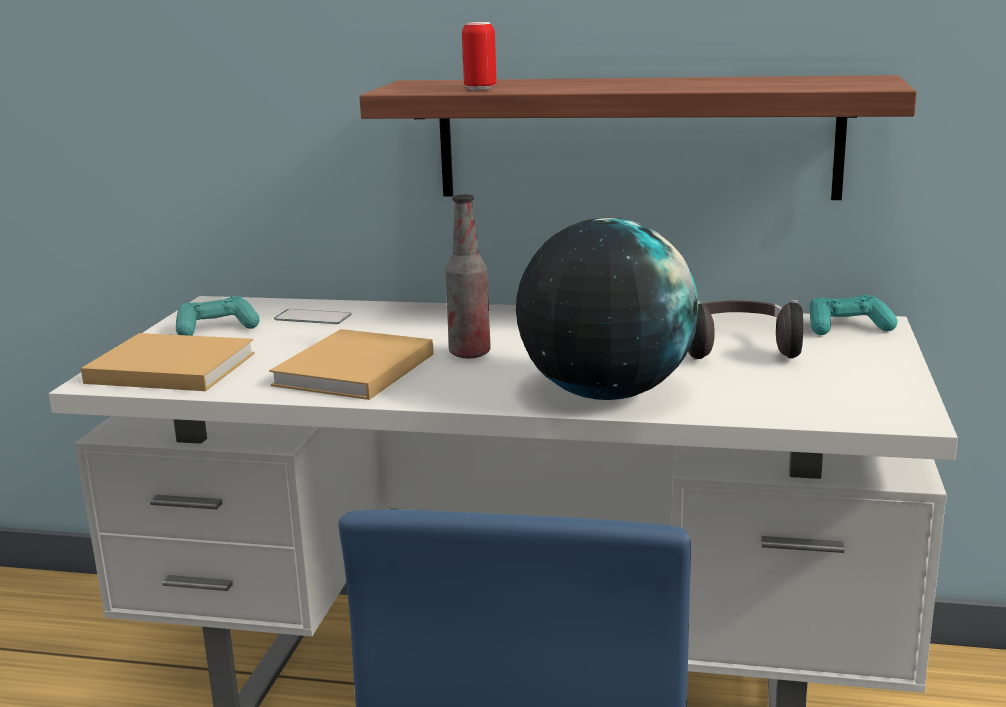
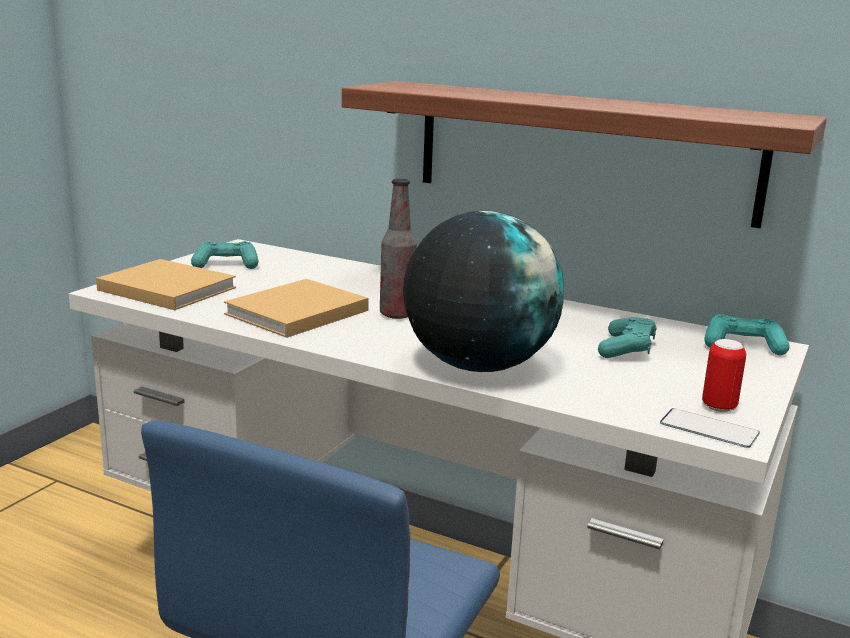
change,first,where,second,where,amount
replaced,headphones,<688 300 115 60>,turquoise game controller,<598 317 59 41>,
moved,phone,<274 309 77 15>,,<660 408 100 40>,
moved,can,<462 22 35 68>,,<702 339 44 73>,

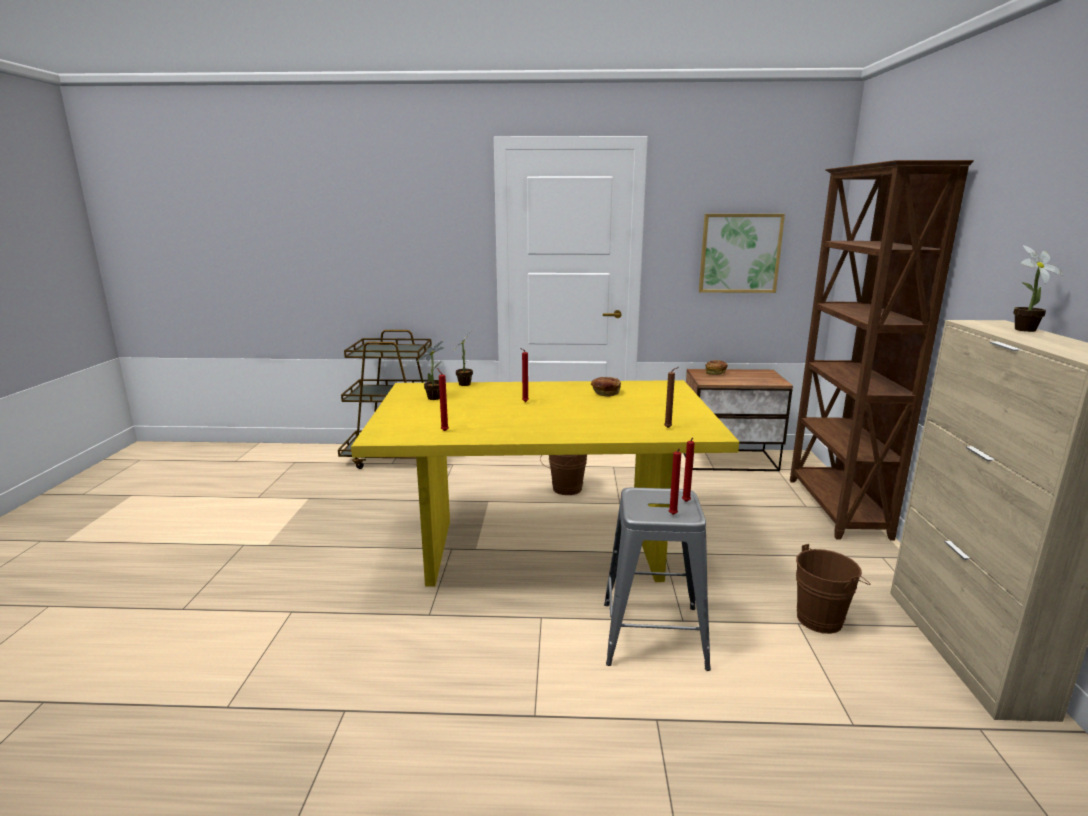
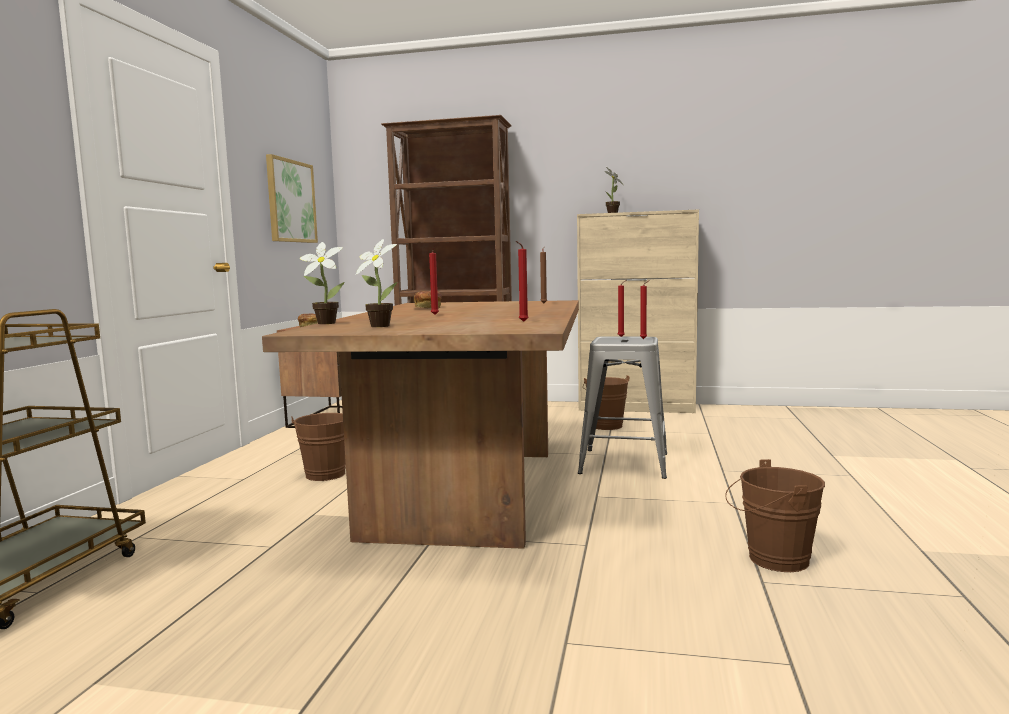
change,first,where,second,where,amount
recoloured,yellow dining table,<351 380 388 207>,brown dining table,<262 300 317 249>,
added,,,brown bucket,<725 459 100 113>,

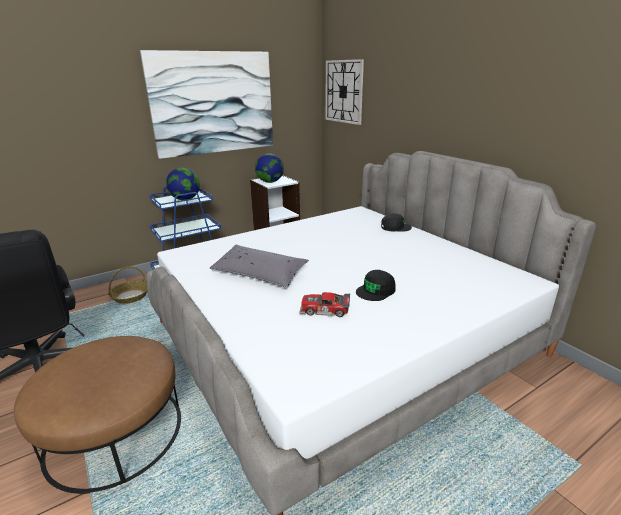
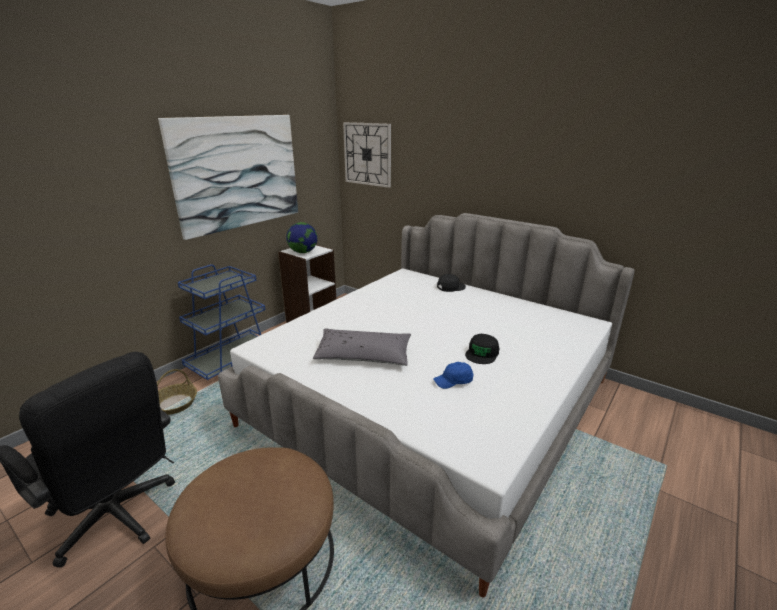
change,first,where,second,where,amount
replaced,toy car,<299 292 51 25>,blue cap,<433 362 40 27>,
removed,globe,<166 168 34 32>,,,

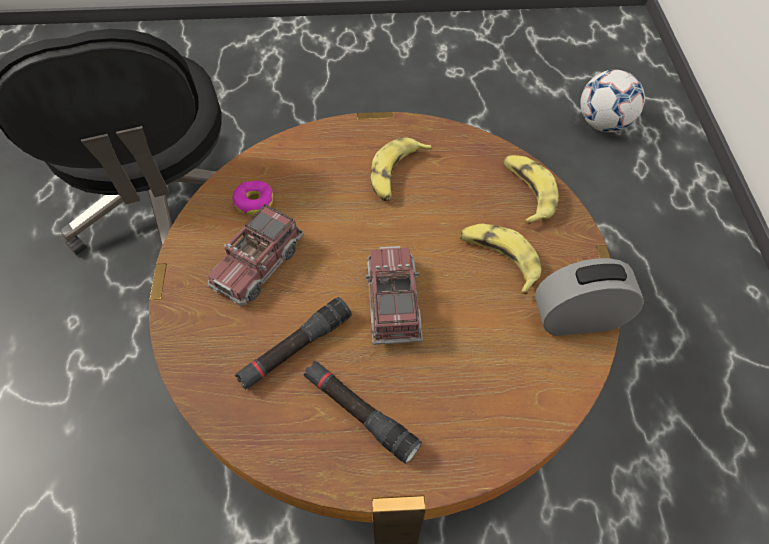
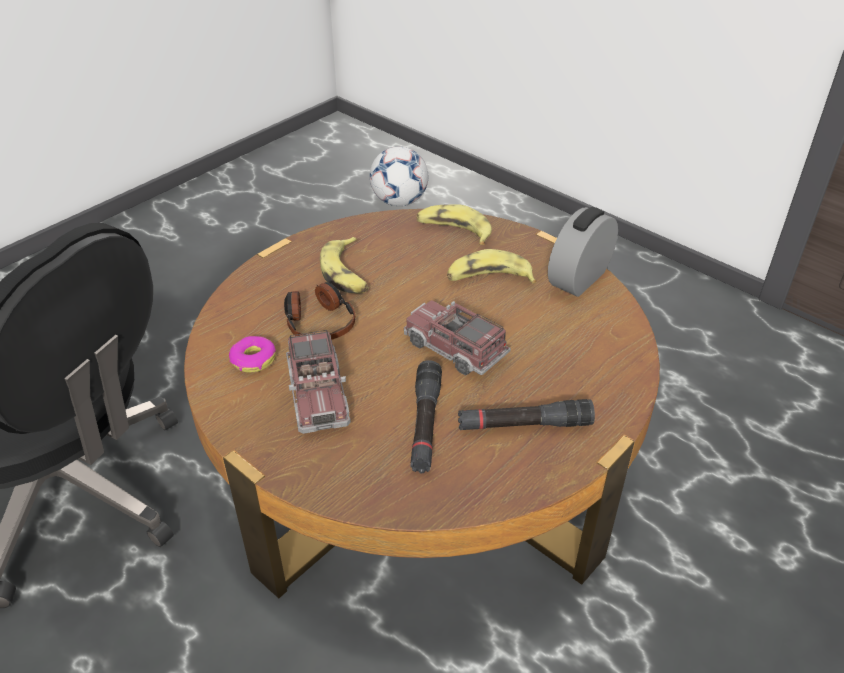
change,first,where,second,where,amount
added,,,headphones,<284 282 72 58>,

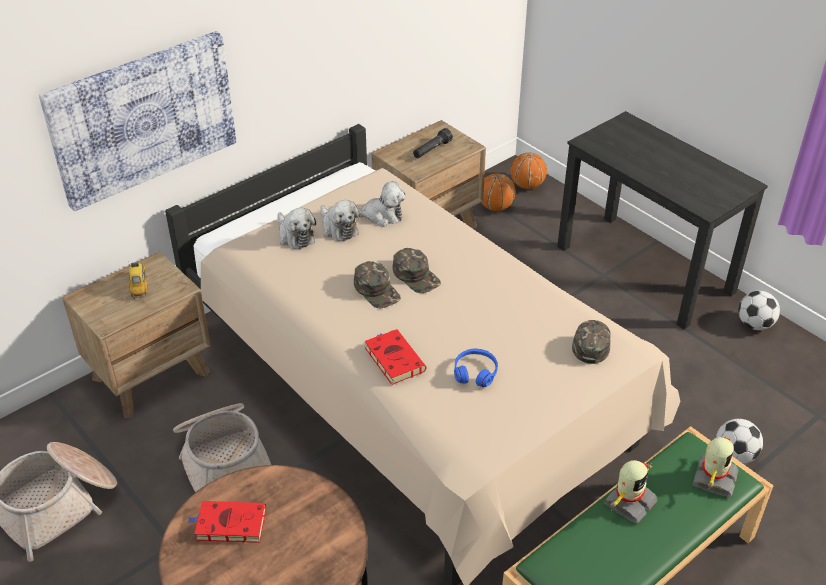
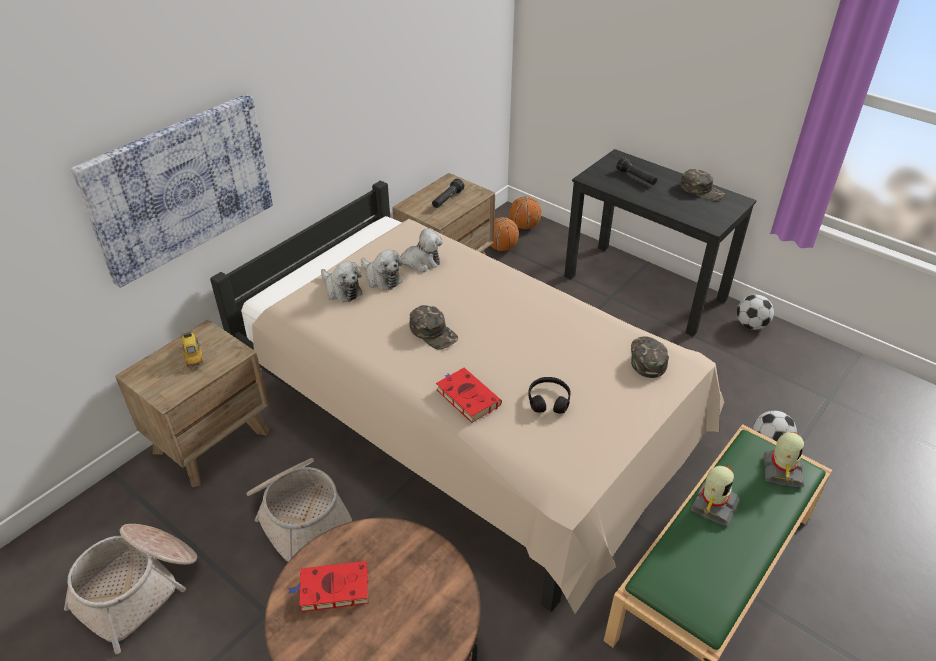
change,first,where,second,where,amount
recoloured,blue headphones,<454 349 44 38>,black headphones,<528 377 43 37>,
added,,,black flashlight,<616 157 41 28>,
moved,green cap,<393 248 48 45>,,<680 169 45 32>,

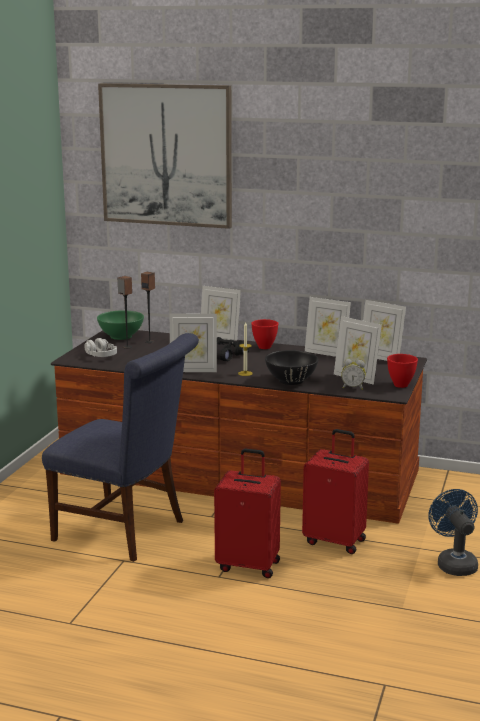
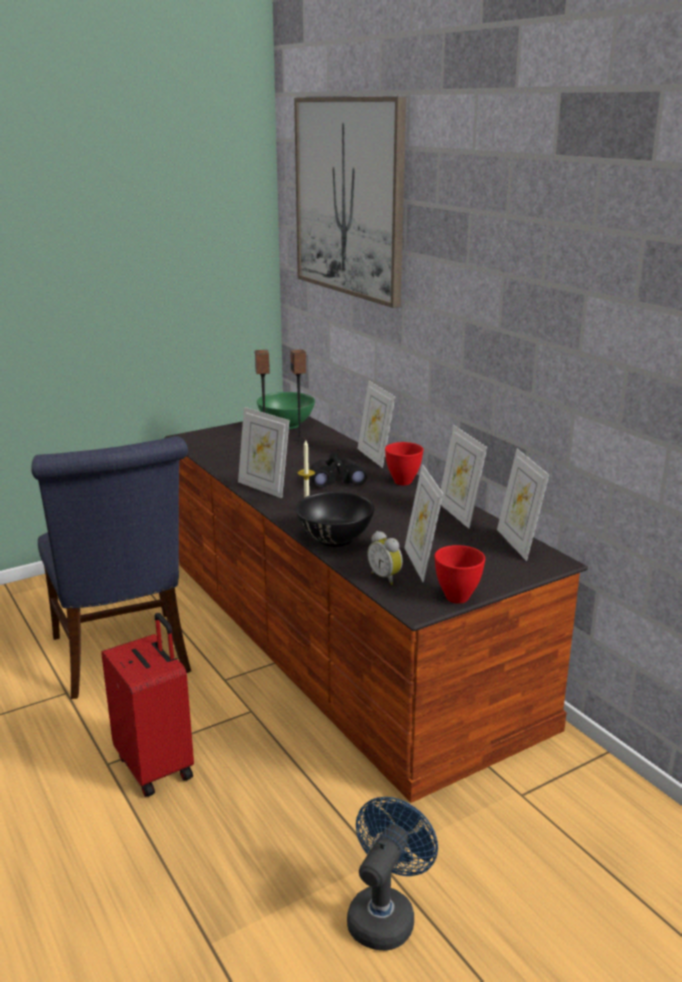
change,first,where,second,where,amount
removed,grey headphones,<84 338 33 19>,,,
removed,red suitcase,<302 429 67 125>,,,

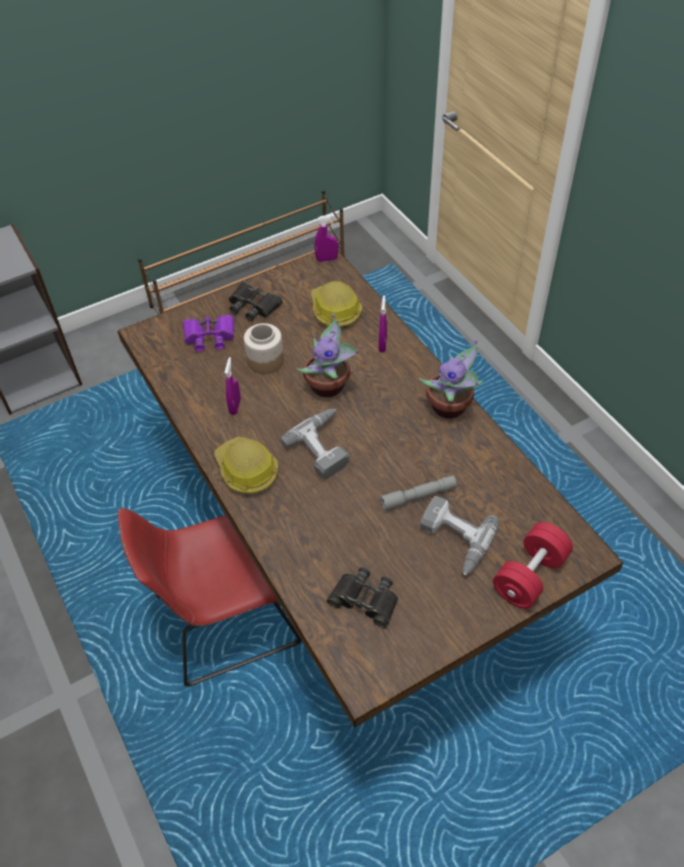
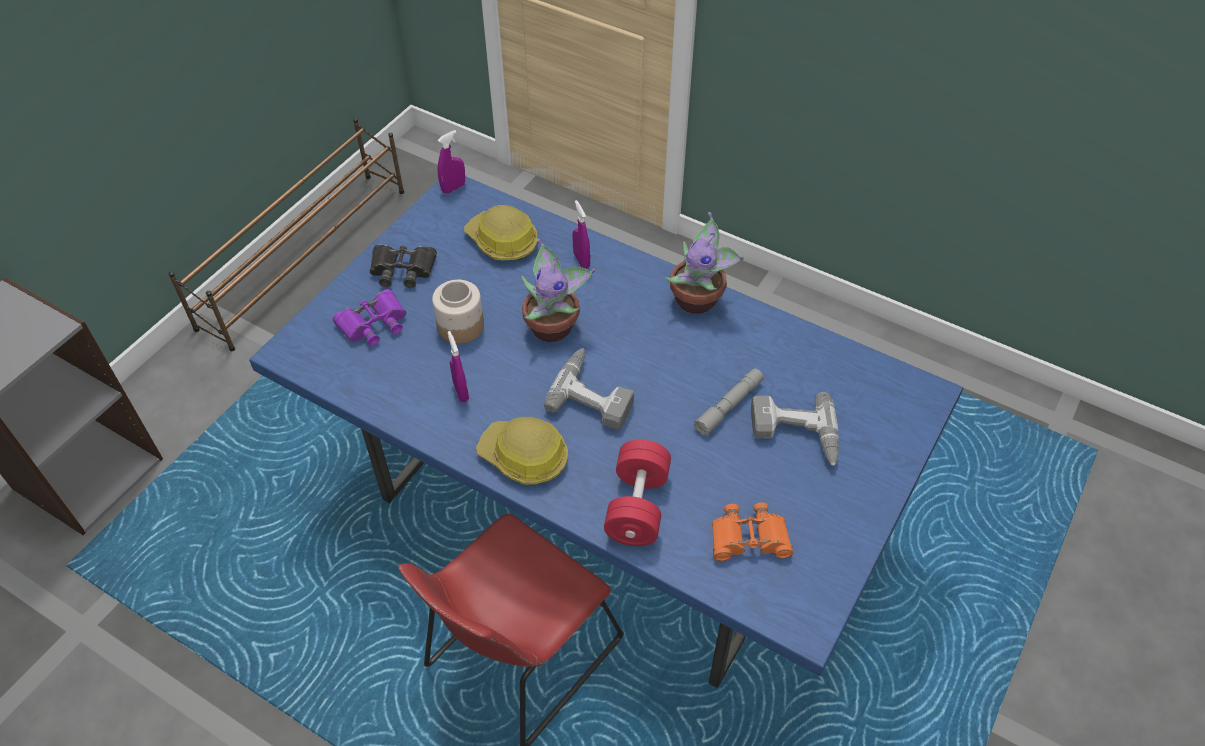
change,first,where,second,where,amount
recoloured,brown dining table,<118 250 505 477>,blue dining table,<249 176 714 512>,
moved,red dumbbell,<493 522 80 87>,,<604 439 67 107>,
recoloured,black binoculars,<327 567 71 61>,orange binoculars,<712 503 81 58>,

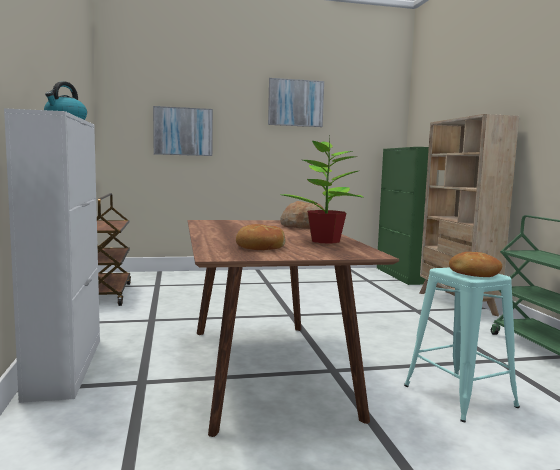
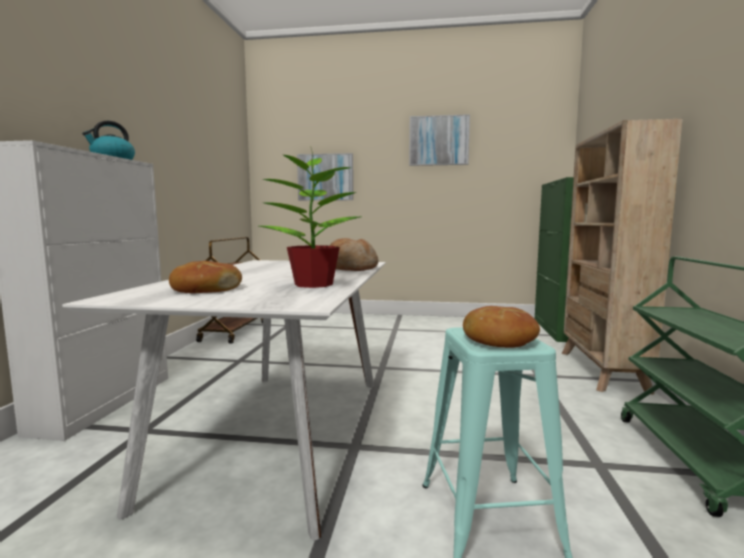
change,first,where,second,where,amount
recoloured,brown dining table,<187 220 212 217>,white dining table,<62 260 324 280>,

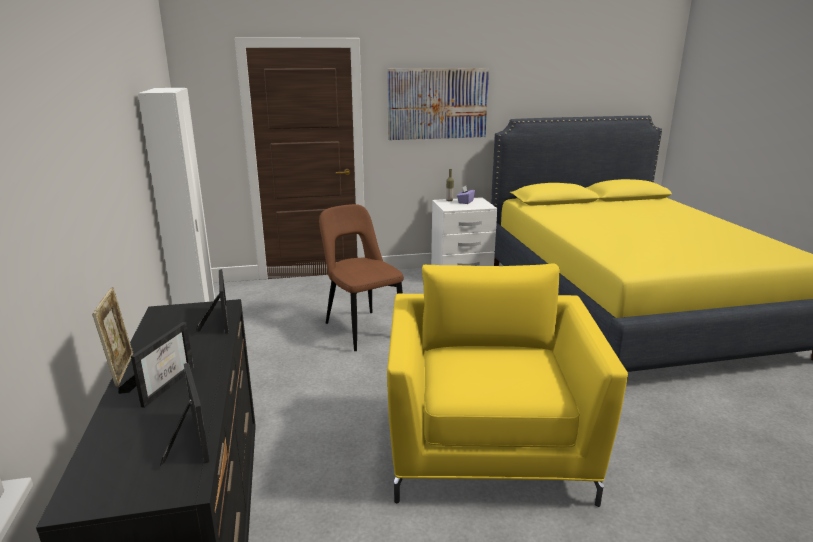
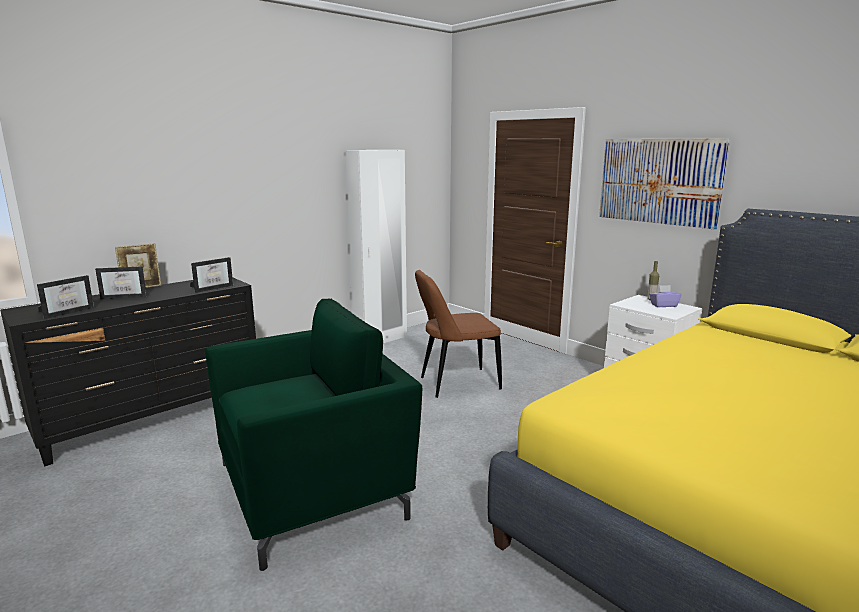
change,first,where,second,where,amount
recoloured,yellow armchair,<387 264 241 243>,green armchair,<205 299 217 272>,
turned,brown chair,<319 204 84 147>,,<415 270 87 128>,135 degrees counterclockwise

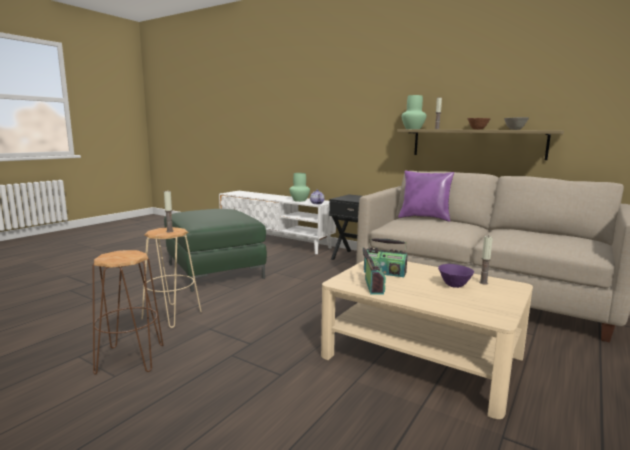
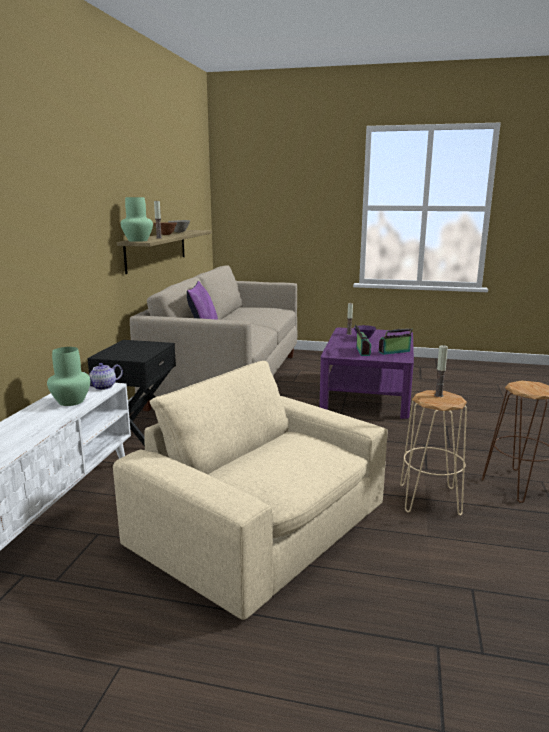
change,first,where,second,where,amount
replaced,green ottoman,<164 209 103 83>,beige armchair,<113 361 274 259>,
recoloured,beige coffee table,<321 261 212 158>,purple coffee table,<319 328 95 91>,

